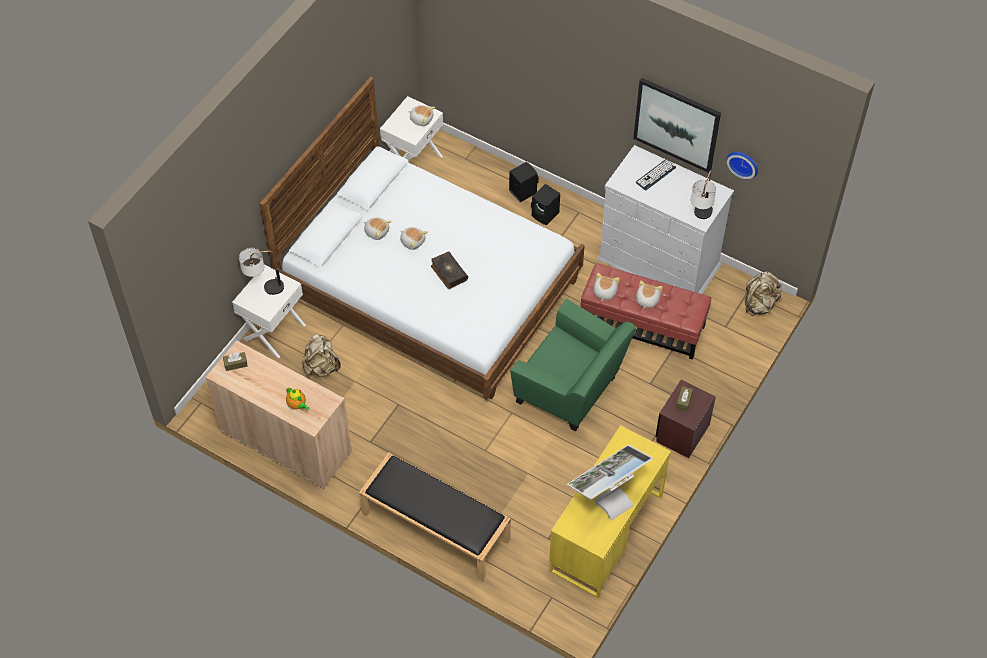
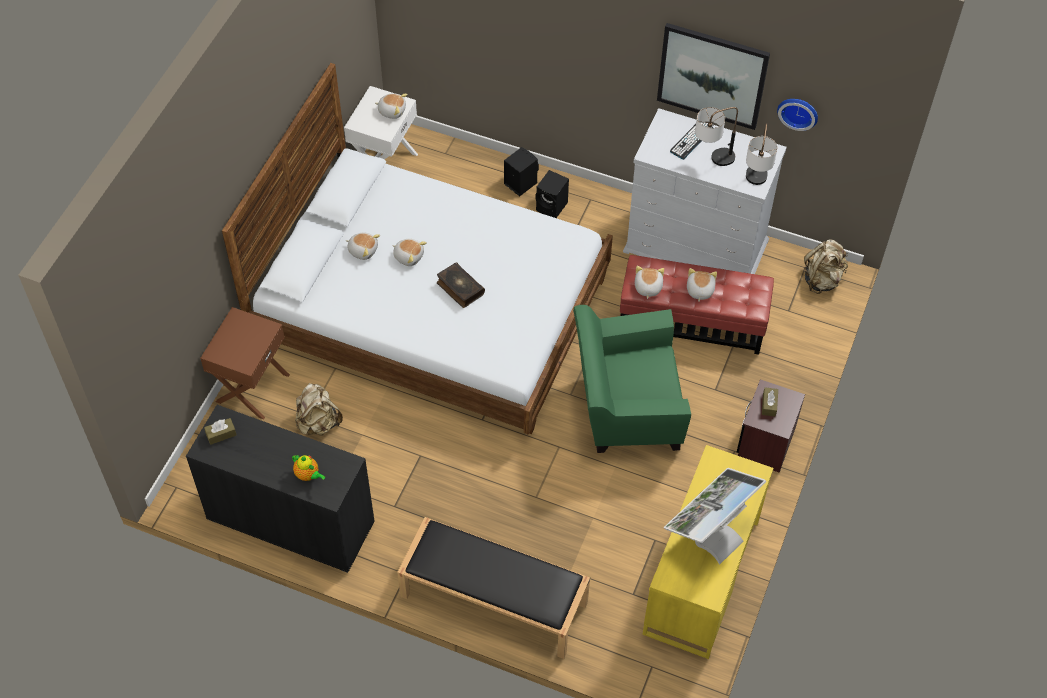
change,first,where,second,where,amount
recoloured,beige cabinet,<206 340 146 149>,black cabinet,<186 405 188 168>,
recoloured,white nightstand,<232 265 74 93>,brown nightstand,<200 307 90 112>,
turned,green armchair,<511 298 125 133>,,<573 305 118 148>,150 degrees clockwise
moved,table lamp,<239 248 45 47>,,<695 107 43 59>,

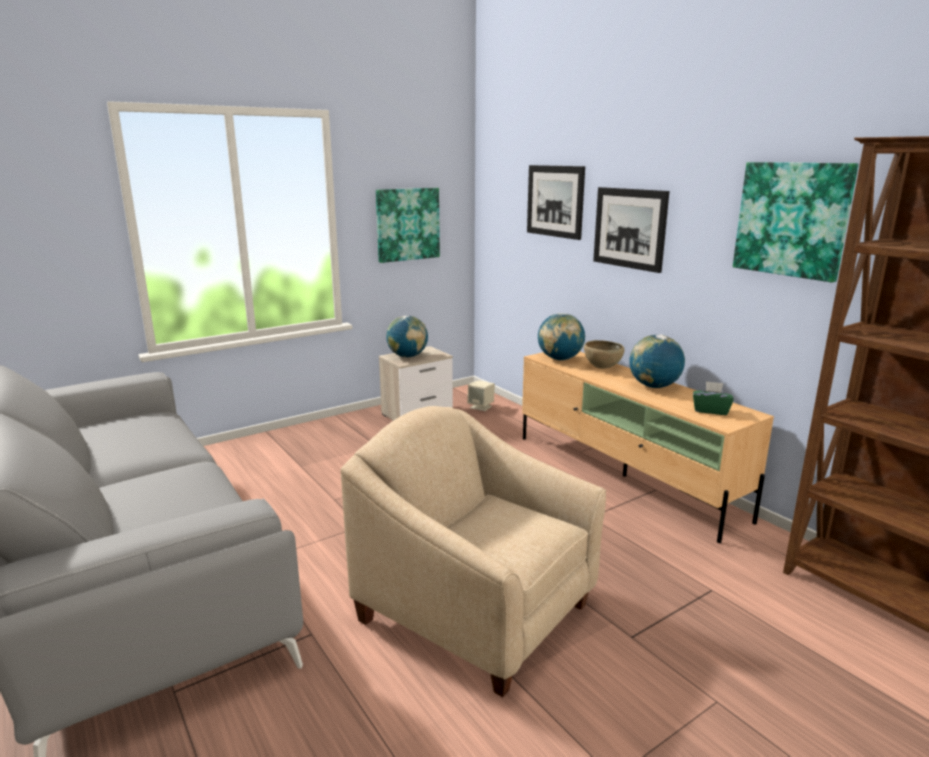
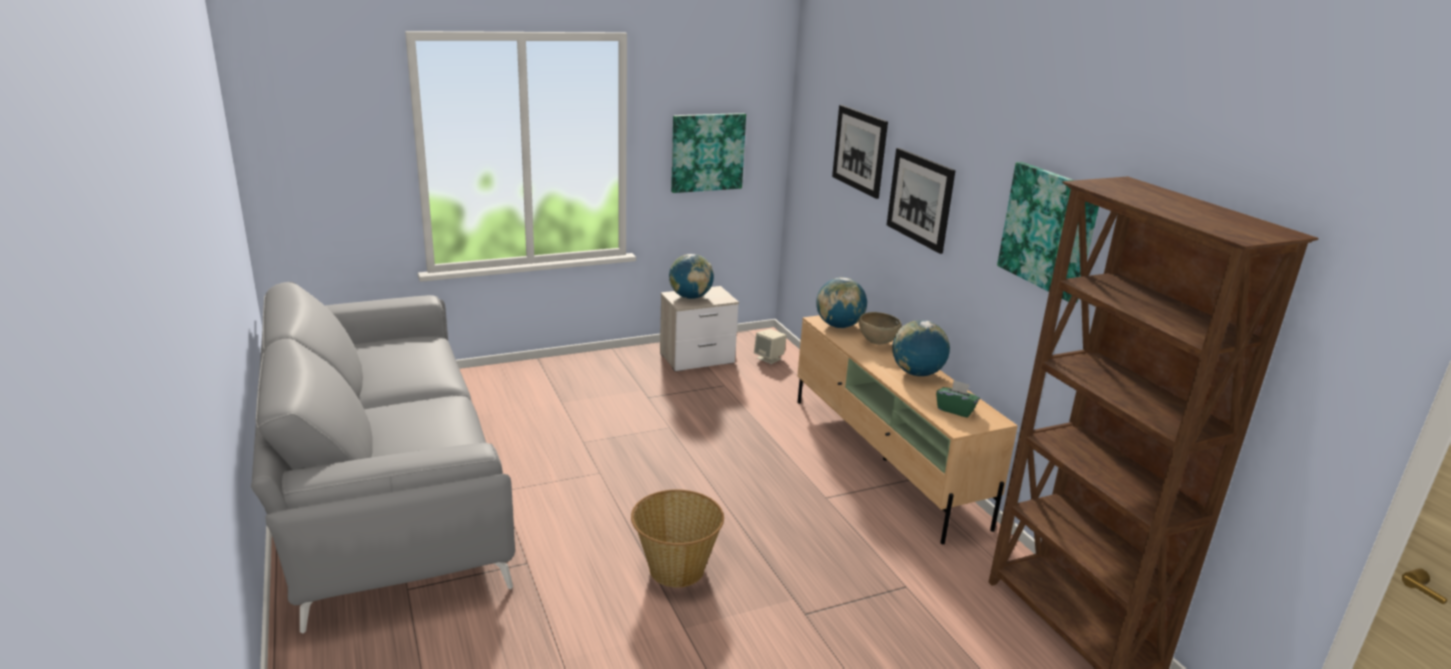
change,first,where,second,where,amount
replaced,beige armchair,<340 406 266 291>,basket,<631 490 93 98>,

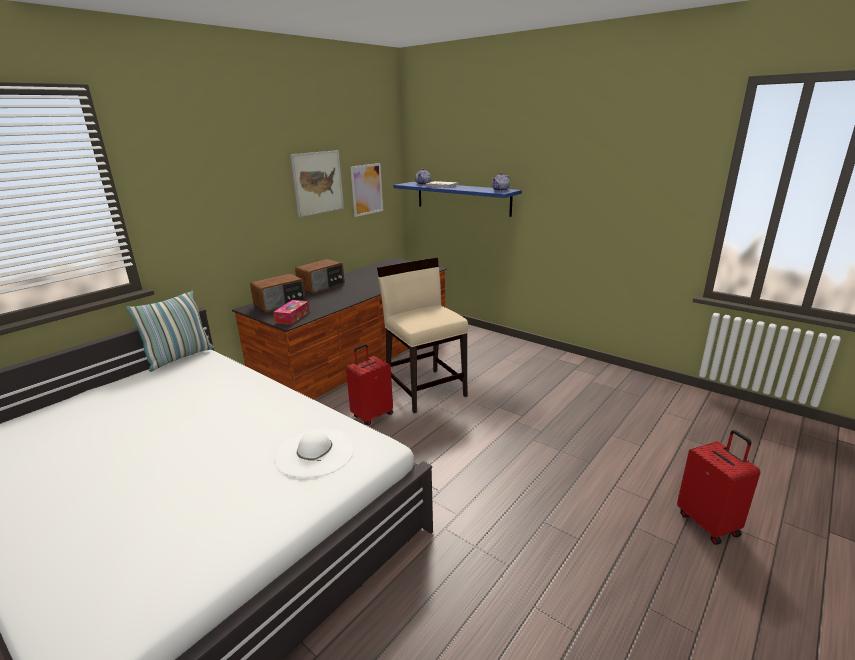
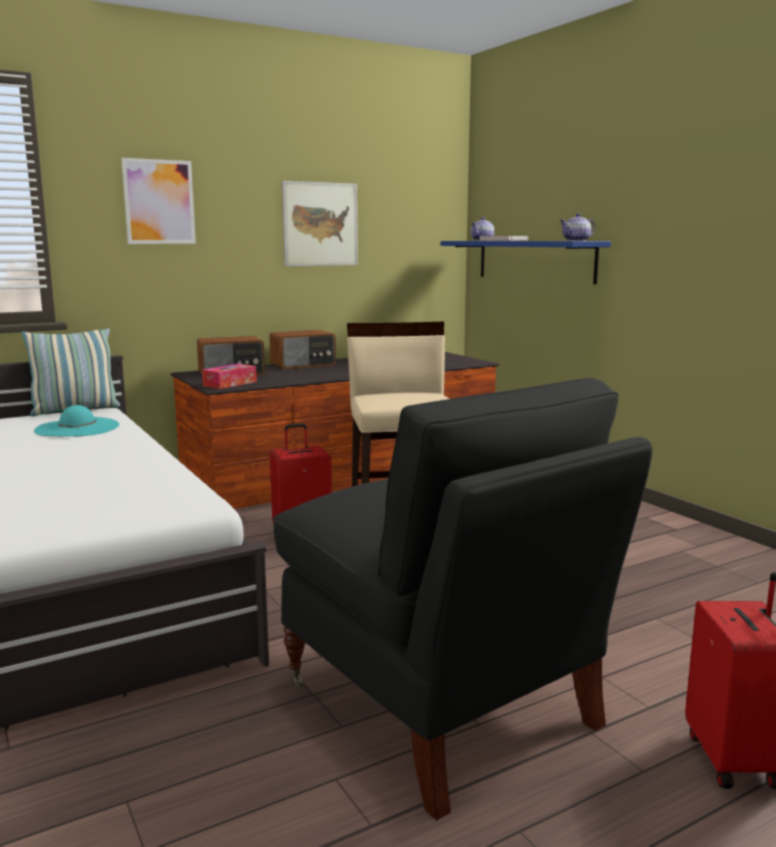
change,first,where,second,where,amount
added,,,turquoise hat,<34 405 85 32>,
moved,picture,<350 163 33 54>,,<121 158 75 86>,
added,,,black armchair,<273 378 379 443>,
removed,white hat,<274 428 80 50>,,,

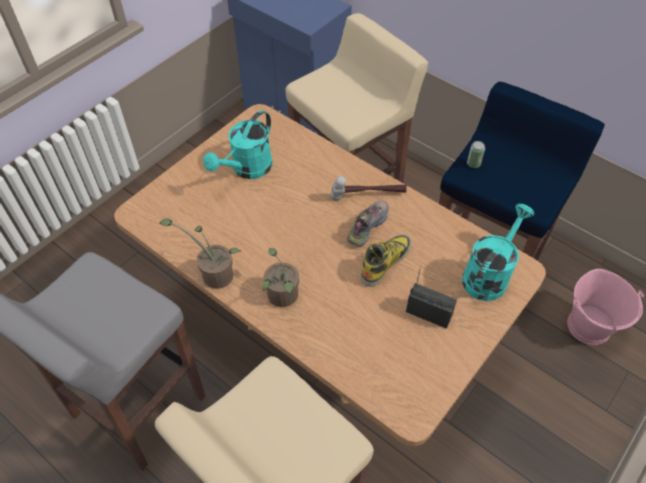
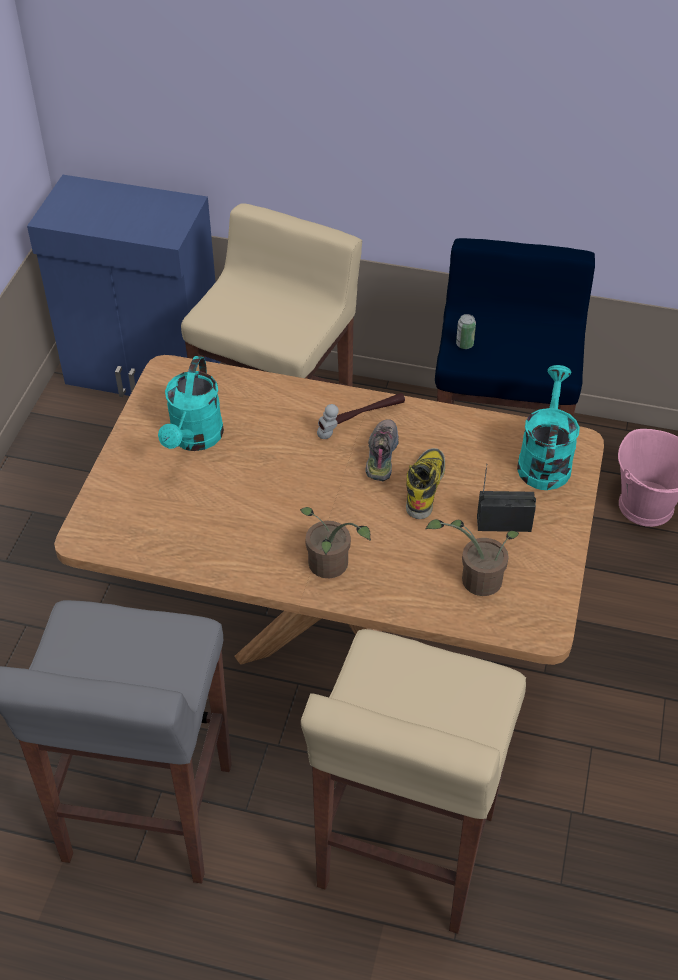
change,first,where,second,where,amount
moved,potted plant,<160 218 81 71>,,<426 519 93 77>,

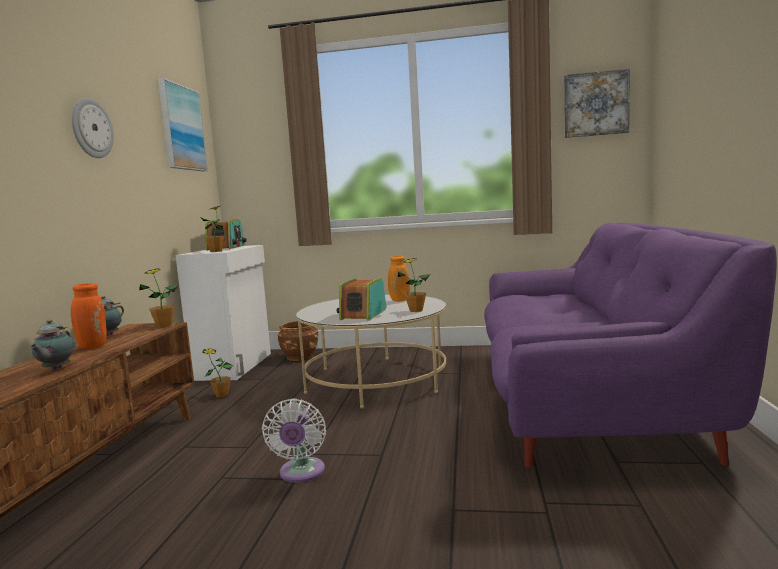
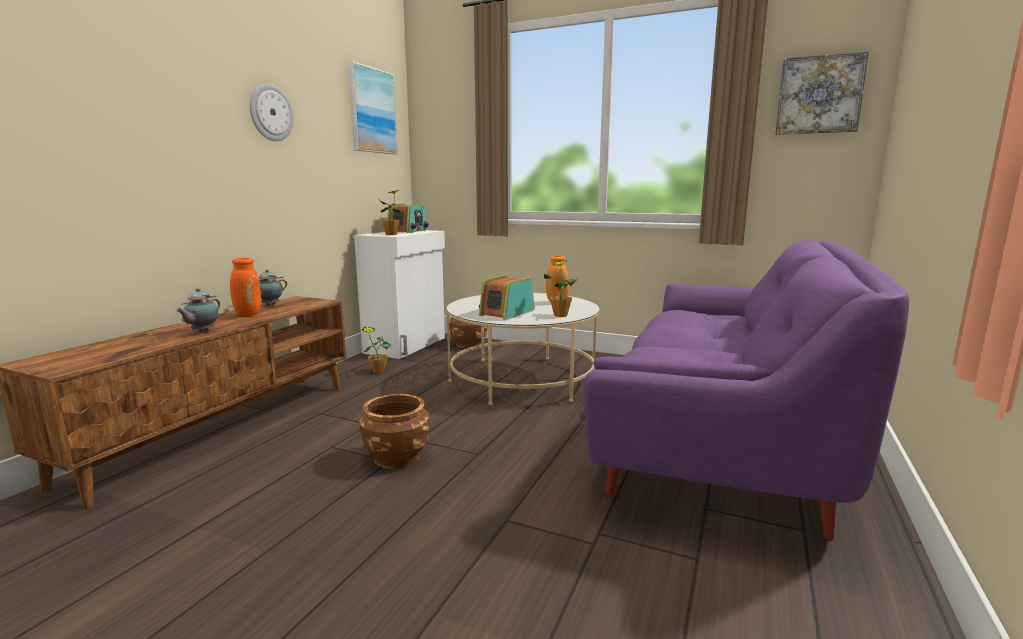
change,first,where,second,where,amount
replaced,white fan,<262 399 64 84>,brown planter,<359 394 71 75>,
removed,potted plant,<139 268 40 60>,,,

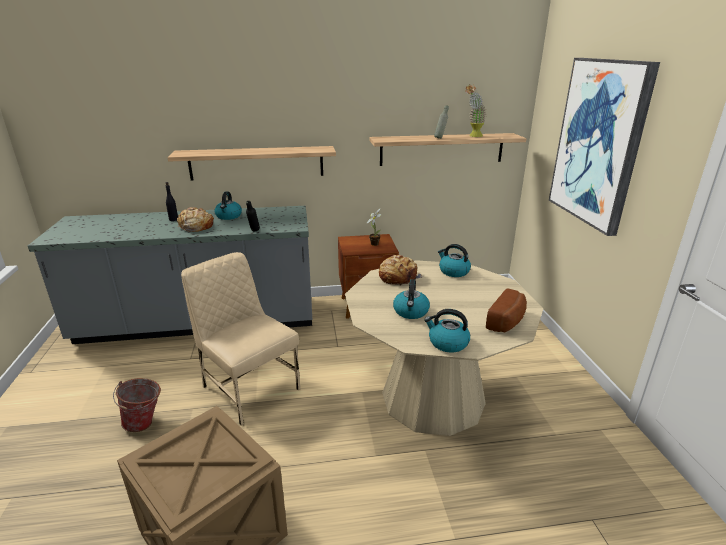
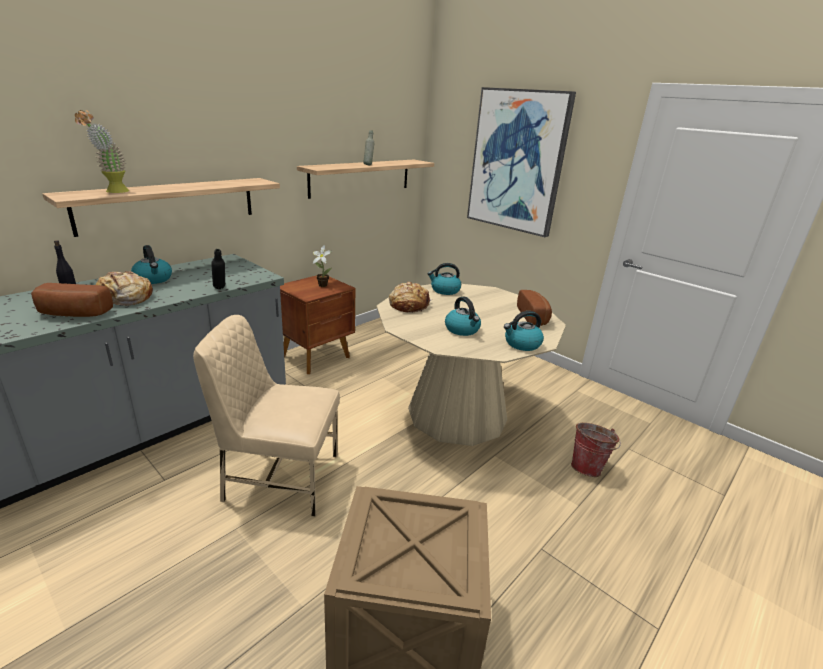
change,first,where,second,where,amount
added,,,bread,<31 283 82 34>,
moved,potted plant,<465 84 21 53>,,<75 110 54 83>,
moved,bucket,<113 378 48 54>,,<571 423 50 54>,

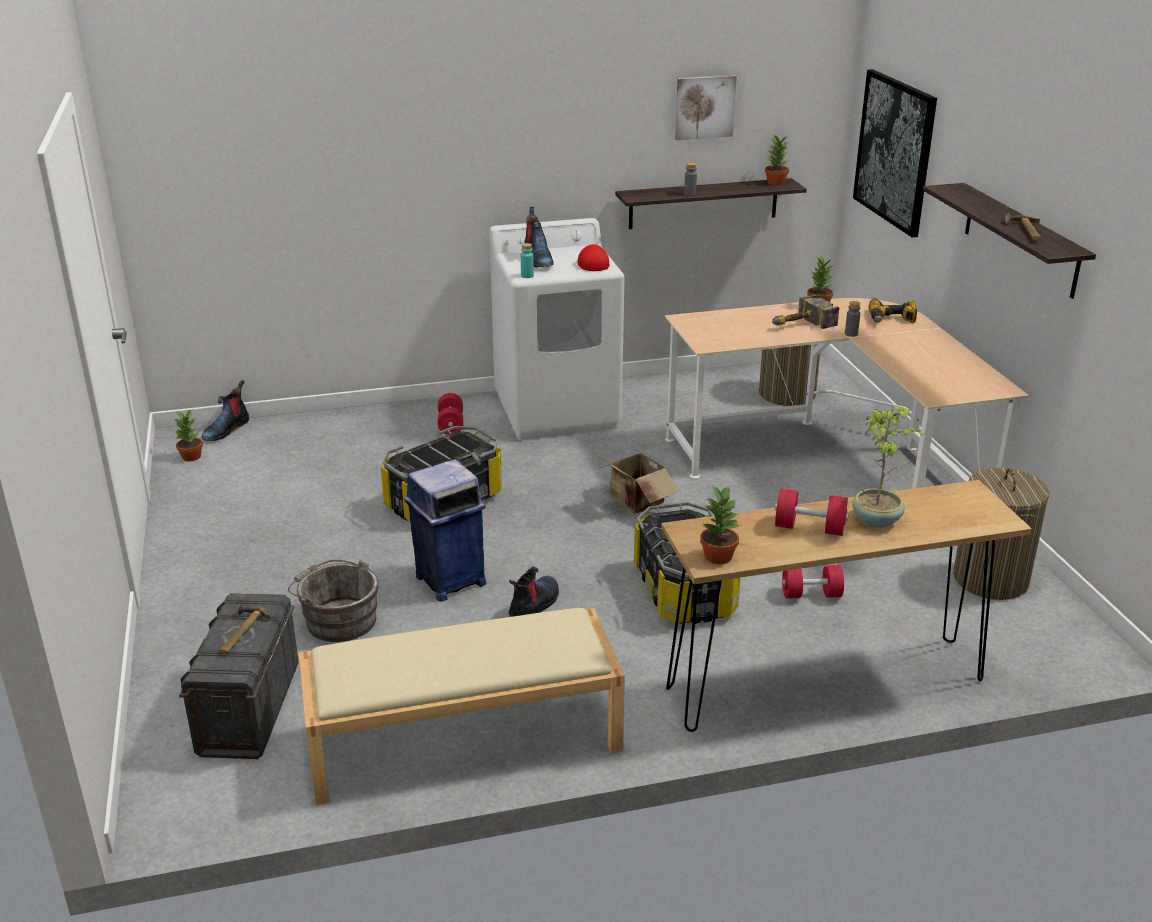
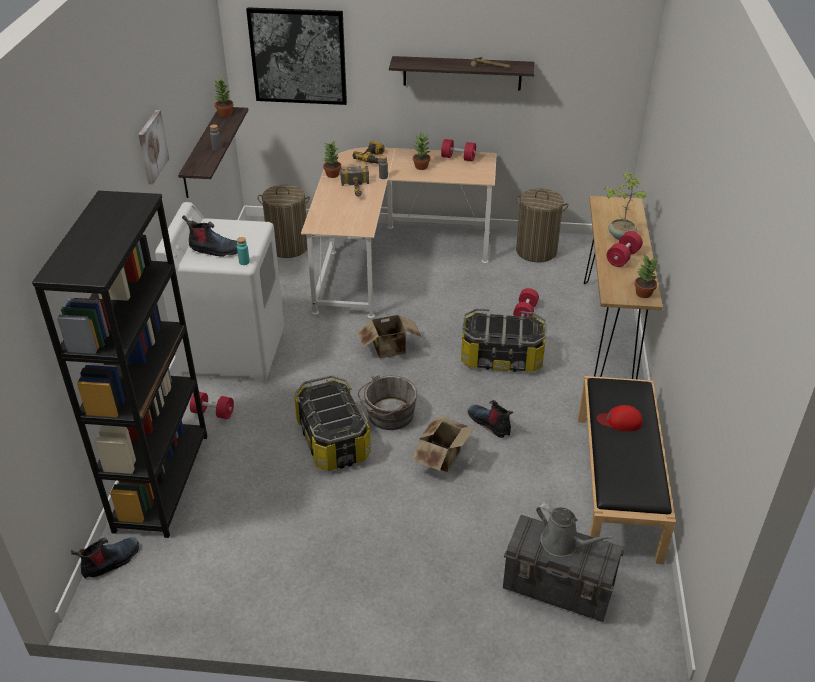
change,first,where,second,where,amount
added,,,black bookcase,<32 191 176 347>,
turned,boot,<202 380 47 61>,,<71 538 68 41>,90 degrees counterclockwise
moved,picture,<675 75 62 65>,,<138 110 31 74>,
moved,grey bucket,<288 560 91 82>,,<358 374 60 56>,
replaced,blue trash can,<404 459 83 143>,cardboard box,<412 415 63 57>,
moved,potted plant,<175 409 28 52>,,<413 132 18 38>,
added,,,red dumbbell,<441 139 35 23>,
replaced,hammer,<219 604 52 50>,grey watering can,<536 503 78 54>,
recoloured,beige bench,<299 608 326 197>,black bench,<578 376 98 188>,
moved,red cap,<577 244 32 27>,,<597 405 45 26>,

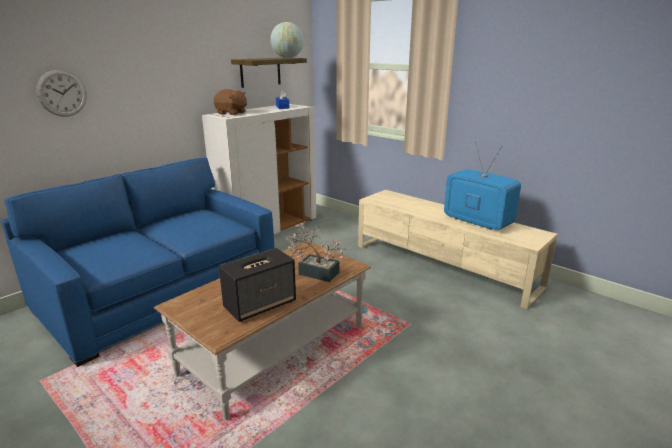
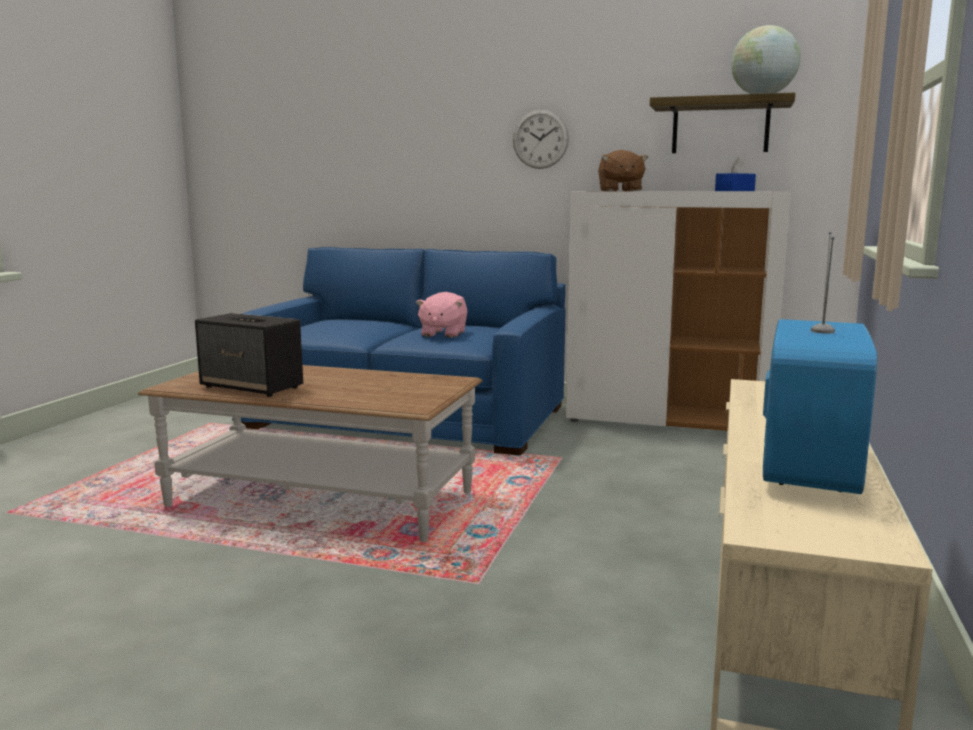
change,first,where,second,where,amount
added,,,pink plush toy,<415 292 53 46>,
moved,wall clock,<36 70 51 47>,,<513 109 56 60>,
removed,potted plant,<286 221 61 61>,,,

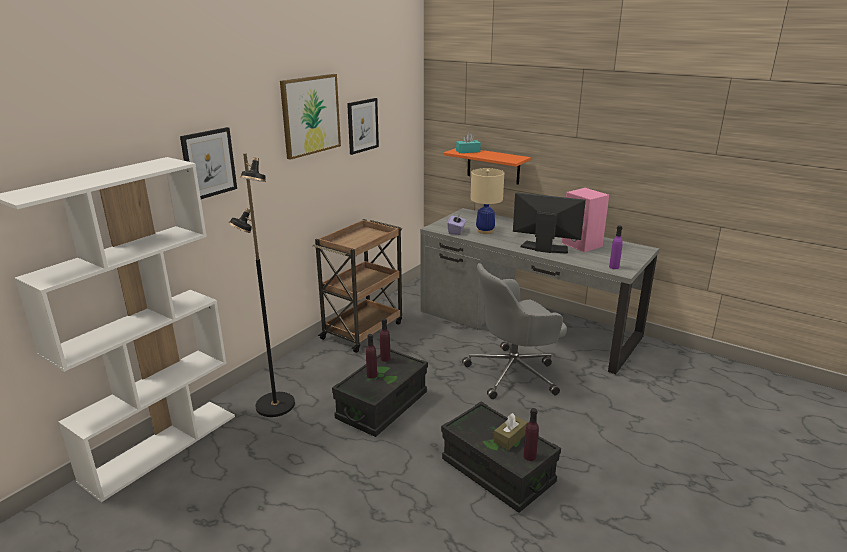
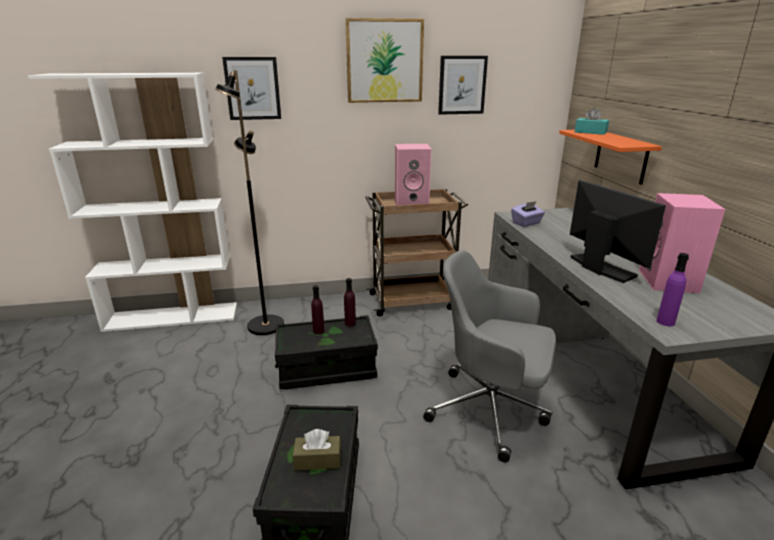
change,first,where,second,where,amount
added,,,pink speaker,<395 144 36 61>,
removed,beige table lamp,<470 168 34 66>,,,
removed,purple bottle,<523 408 16 53>,,,

